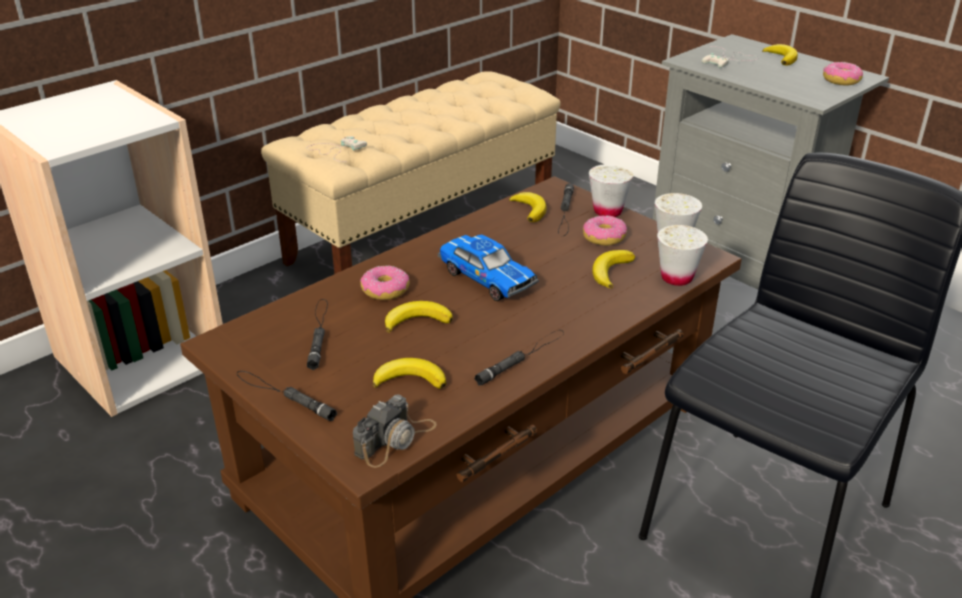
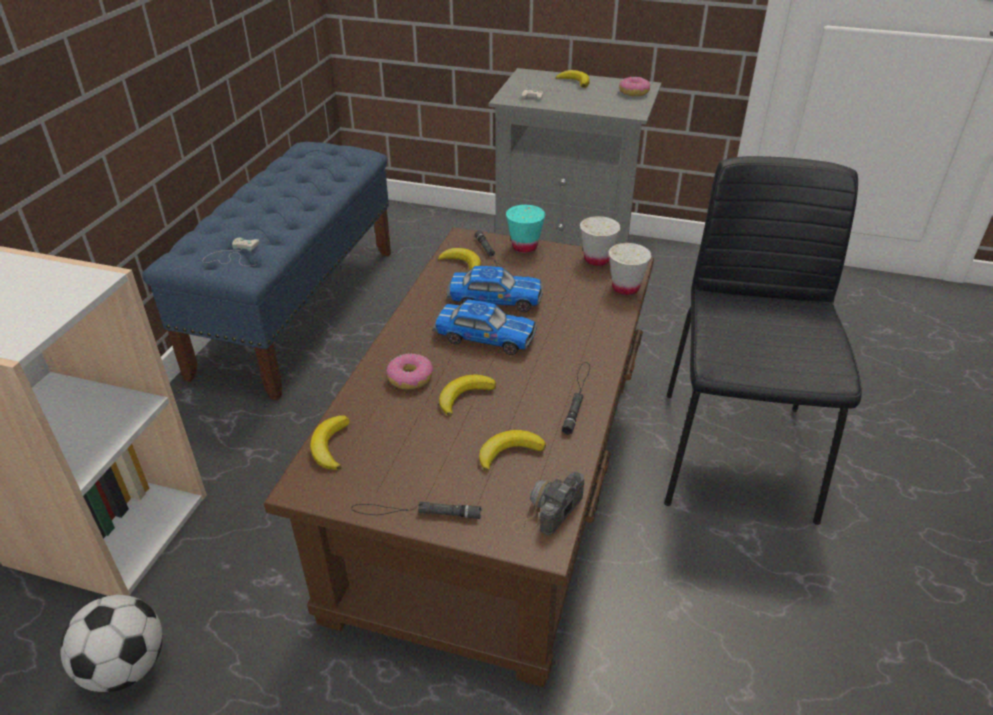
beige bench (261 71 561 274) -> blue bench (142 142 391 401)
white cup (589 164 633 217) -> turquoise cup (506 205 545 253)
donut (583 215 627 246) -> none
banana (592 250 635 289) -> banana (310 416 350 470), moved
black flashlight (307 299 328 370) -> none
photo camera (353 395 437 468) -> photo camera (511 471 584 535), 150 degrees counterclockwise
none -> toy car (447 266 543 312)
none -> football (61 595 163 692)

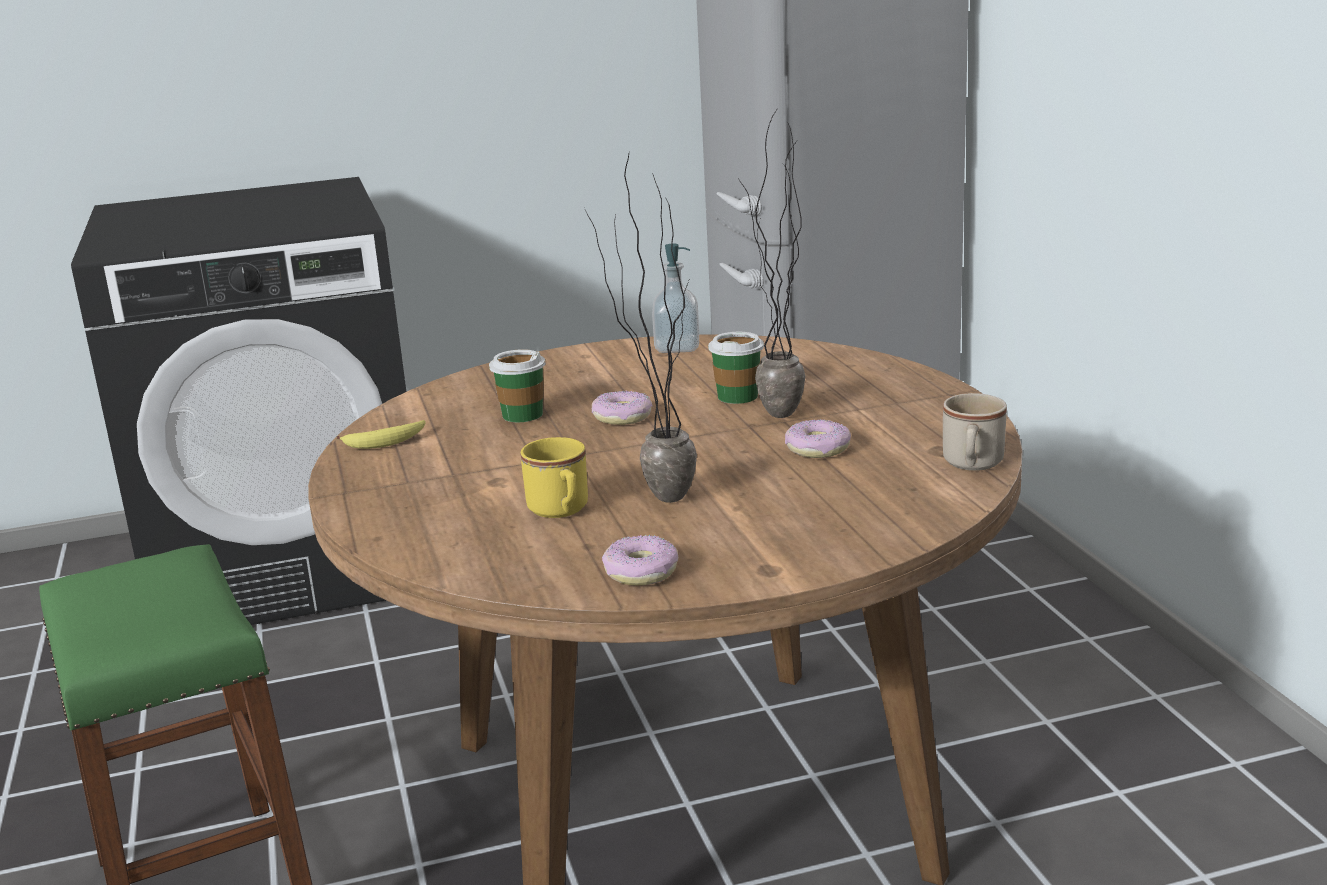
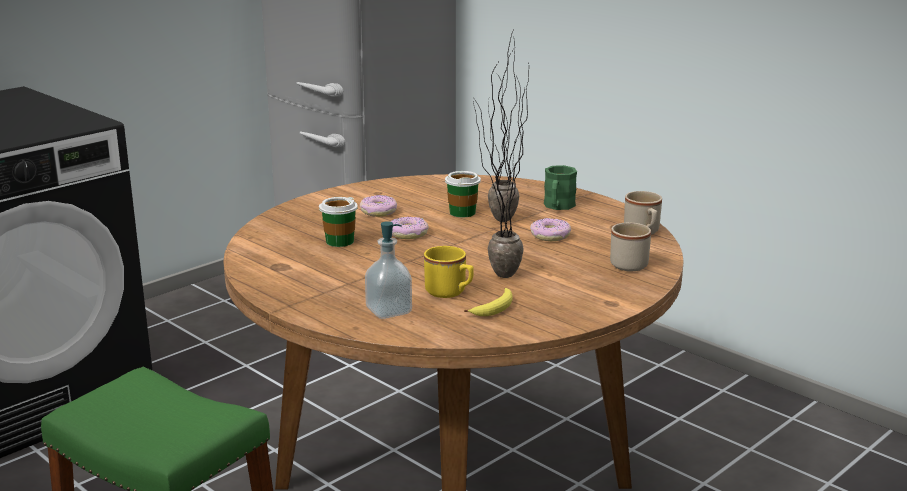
soap dispenser (652 244 699 353) -> soap dispenser (365 221 412 319), moved
banana (337 420 426 449) -> banana (464 288 513 316), moved
donut (602 535 678 586) -> donut (360 195 397 217), moved
none -> green mug (544 165 577 210)
none -> beige mug (610 223 651 271)

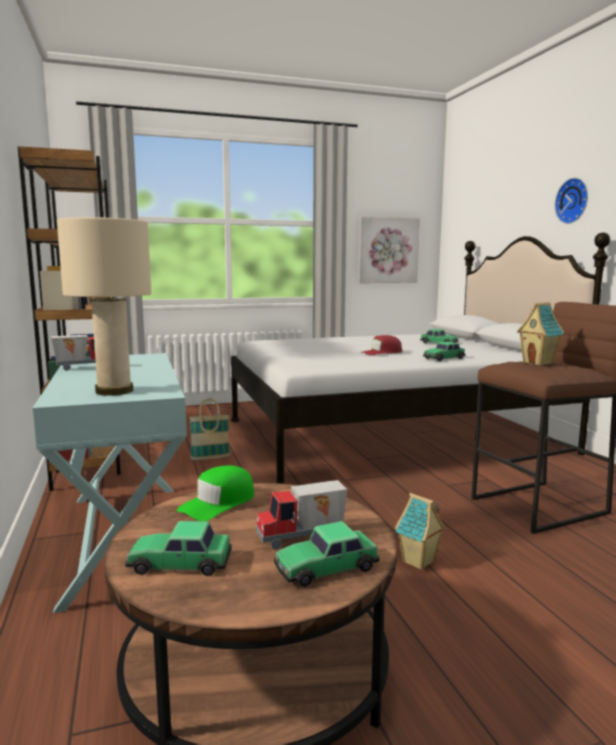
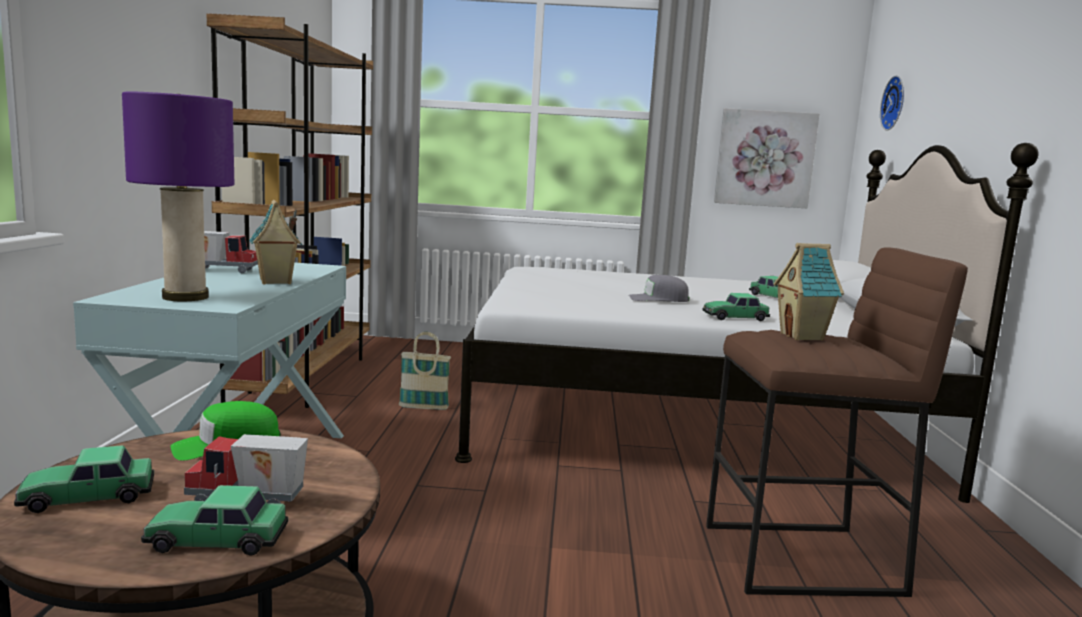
wall clock (555 178 588 224) -> wall clock (880 75 904 130), moved
beige table lamp (57 217 151 396) -> purple table lamp (122 92 234 301)
red cap (361 335 402 355) -> grey cap (629 275 689 302)
toy house (395 493 446 570) -> toy house (249 200 302 285), moved
toy car (125 521 232 576) -> toy car (14 445 154 513), 45 degrees counterclockwise

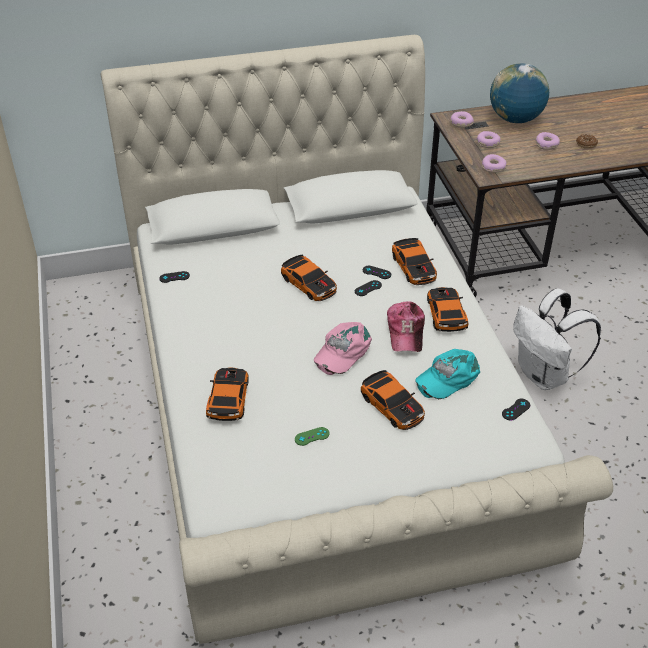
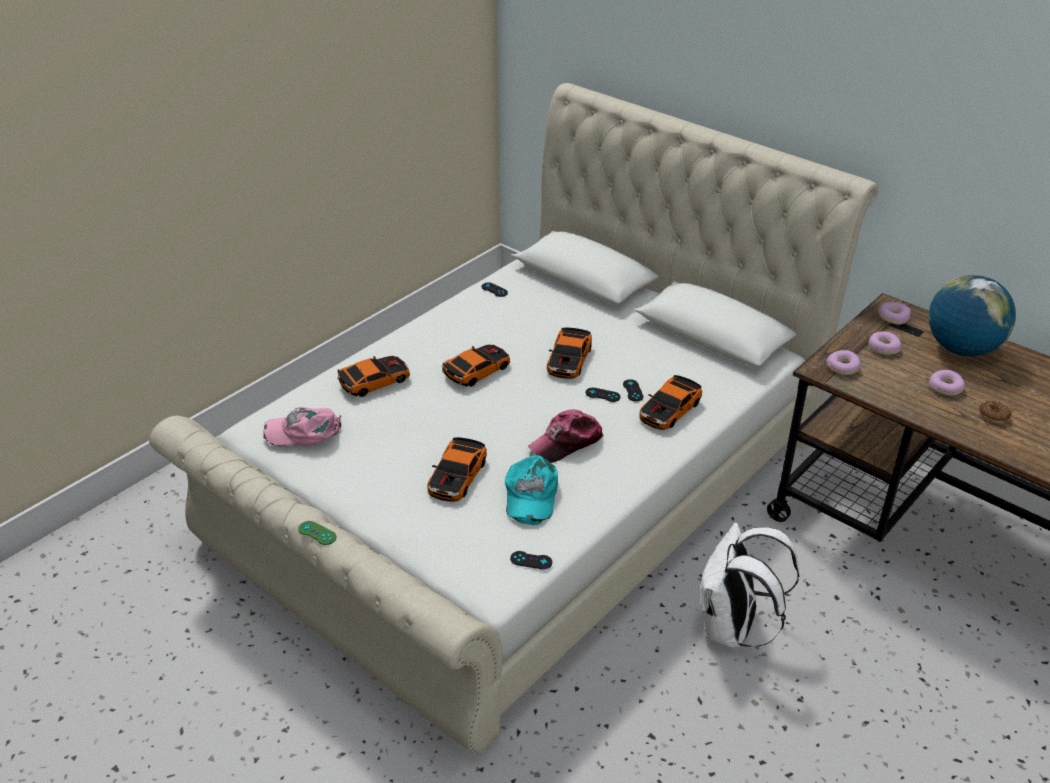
toy car (427 287 468 332) -> toy car (442 344 510 387), moved
pink cap (314 322 372 375) -> pink cap (263 407 342 446), moved
turquoise cap (415 349 480 399) -> turquoise cap (505 455 558 525), 105 degrees counterclockwise
green game controller (295 427 330 446) -> green game controller (298 521 336 545), moved

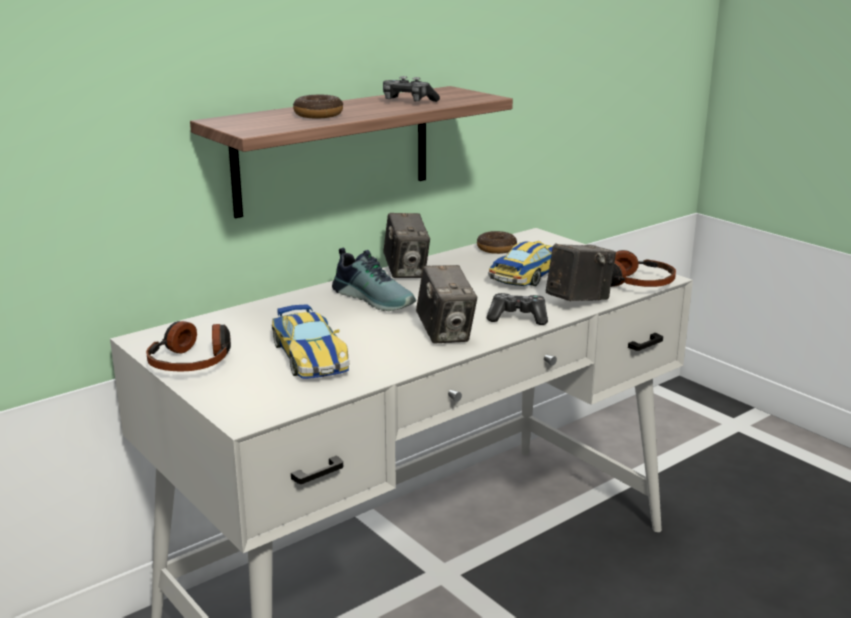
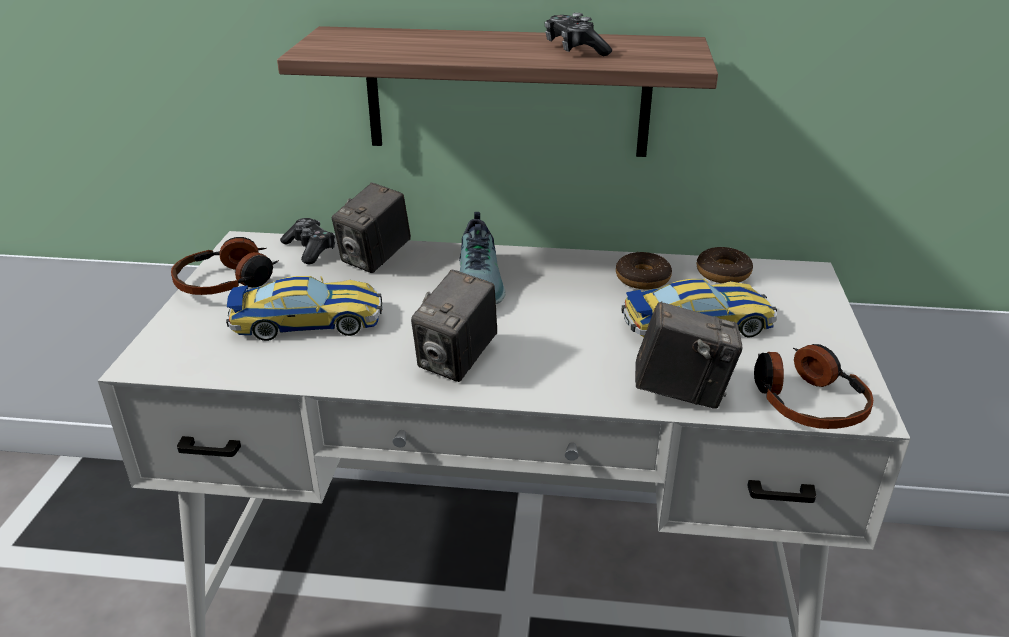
donut (293 94 343 118) -> donut (616 251 672 289), moved
photo camera (383 213 430 278) -> photo camera (332 183 411 273), moved
game controller (487 293 548 325) -> game controller (280 218 335 264), moved
toy car (271 304 349 379) -> toy car (226 276 383 341), 120 degrees counterclockwise

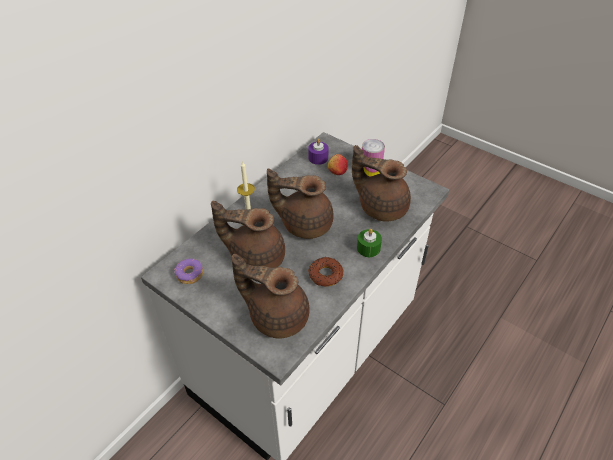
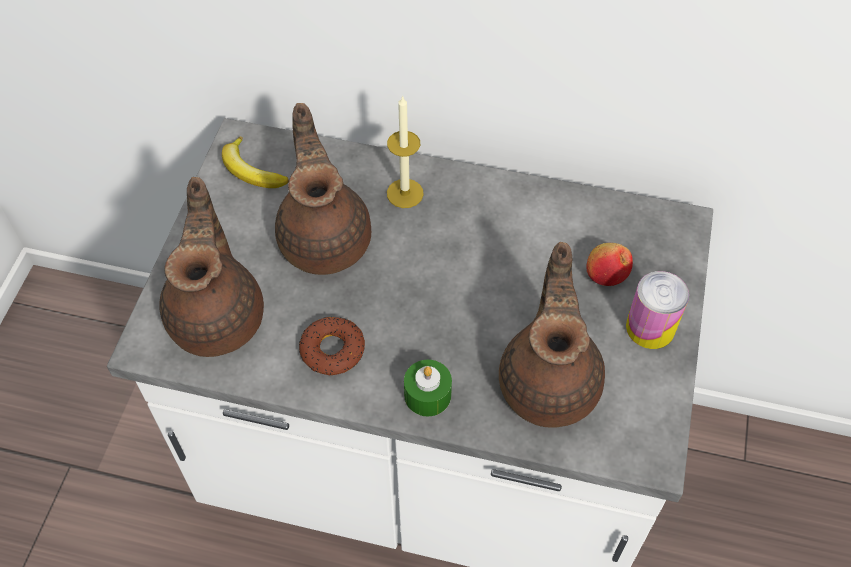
purple candle (308 139 329 165) -> none
brown teapot (267 169 334 239) -> none
donut (174 258 203 284) -> banana (222 137 289 188)

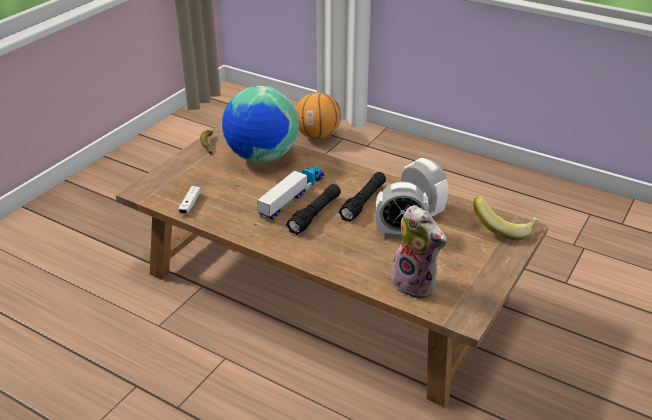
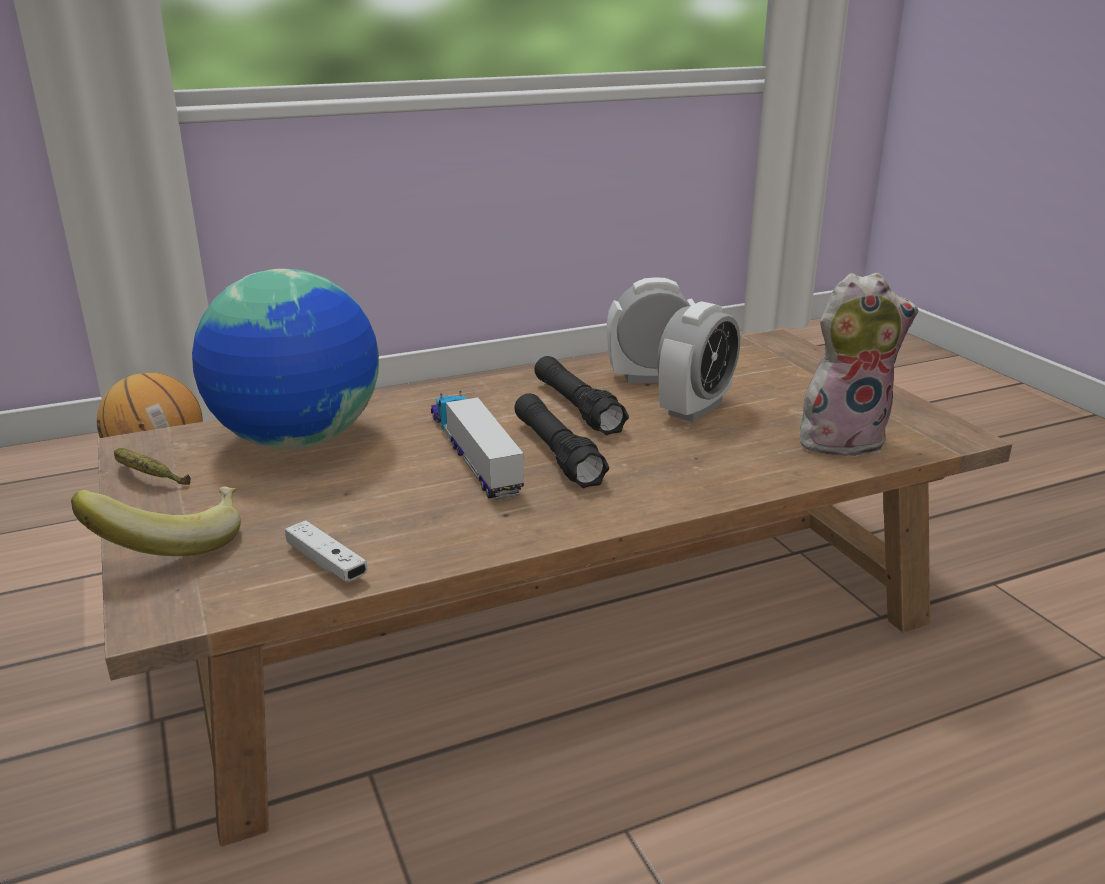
banana (473 196 539 240) -> banana (71 486 241 556), moved

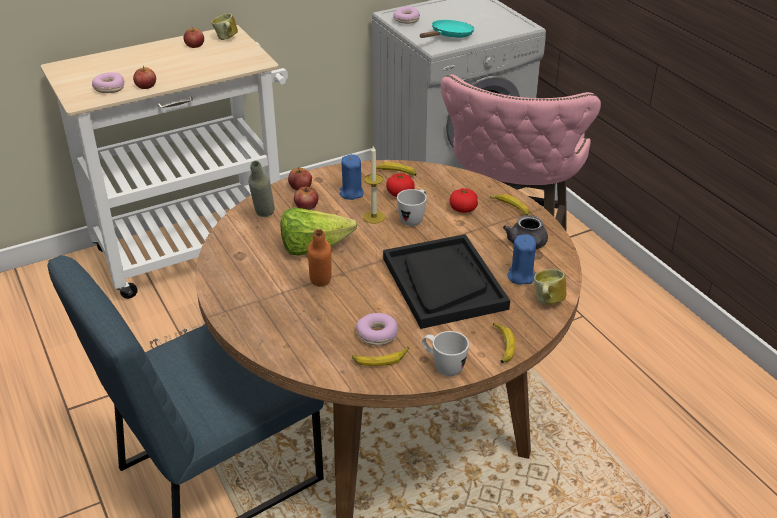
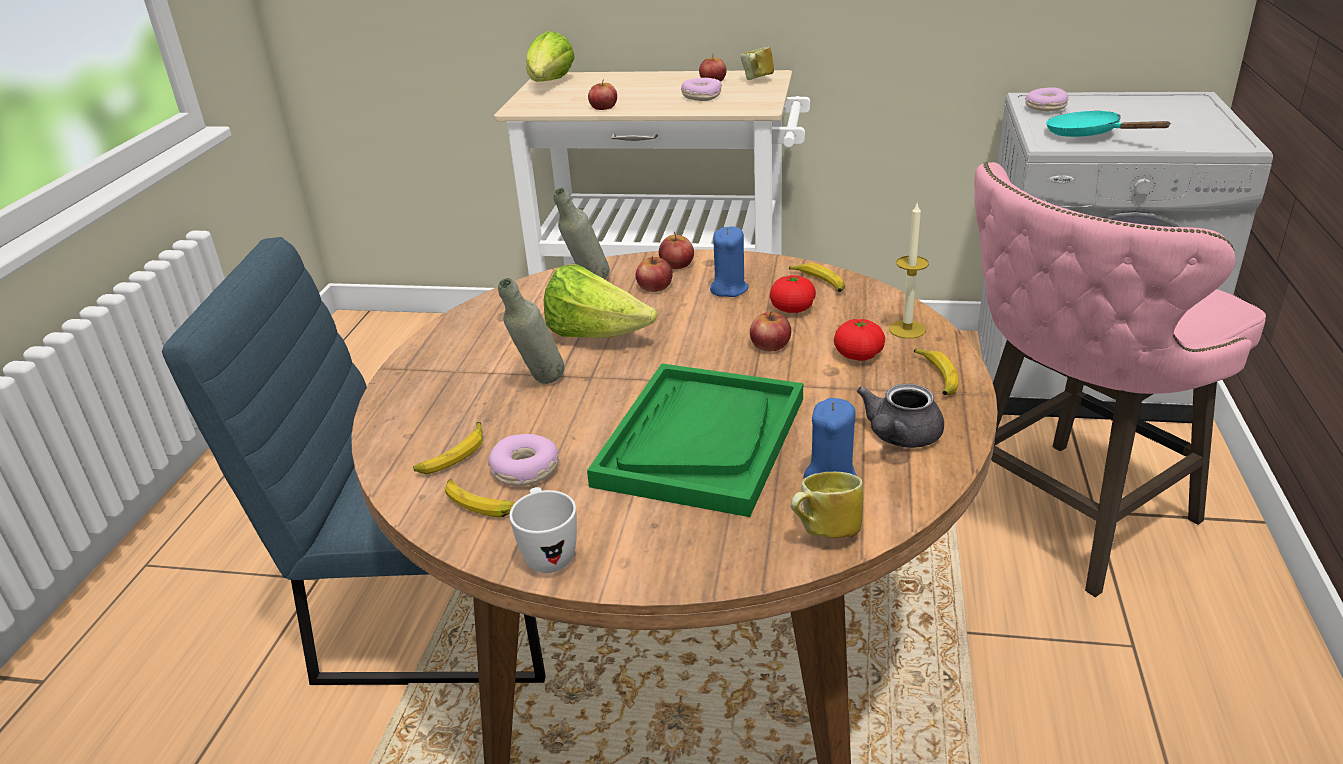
turquoise frying pan (420 20 474 38) -> turquoise frying pan (1046 111 1171 137), 120 degrees counterclockwise
donut (92 72 125 93) -> donut (681 78 722 101), moved
candle (363 146 385 224) -> candle (889 203 929 339), moved
white mug (397 189 427 226) -> apple (750 312 791 351)
orange bottle (308 229 331 287) -> grey bottle (498 278 565 384)
black tray (383 234 510 329) -> green tray (587 363 803 517)
banana (493 323 515 363) -> banana (413 422 482 475), moved
none -> lettuce (526 31 575 82)

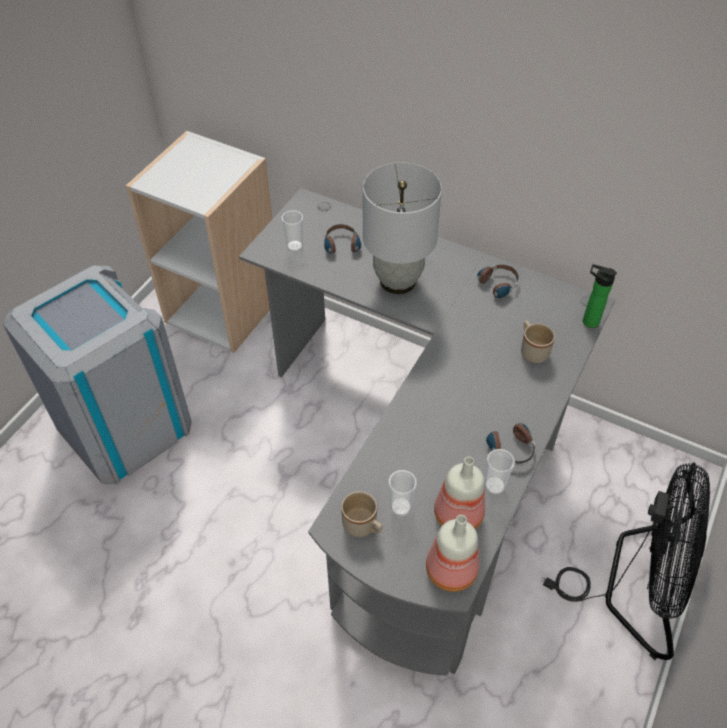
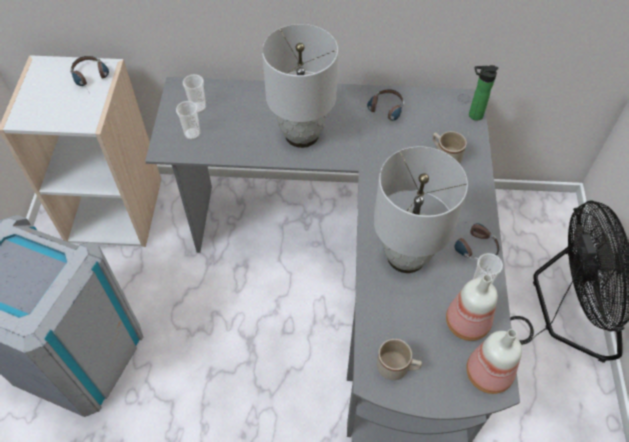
headphones (324 224 361 256) -> headphones (70 56 109 86), moved
cup (388 470 417 516) -> cup (183 74 206 113), moved
none -> white table lamp (374 146 468 273)

